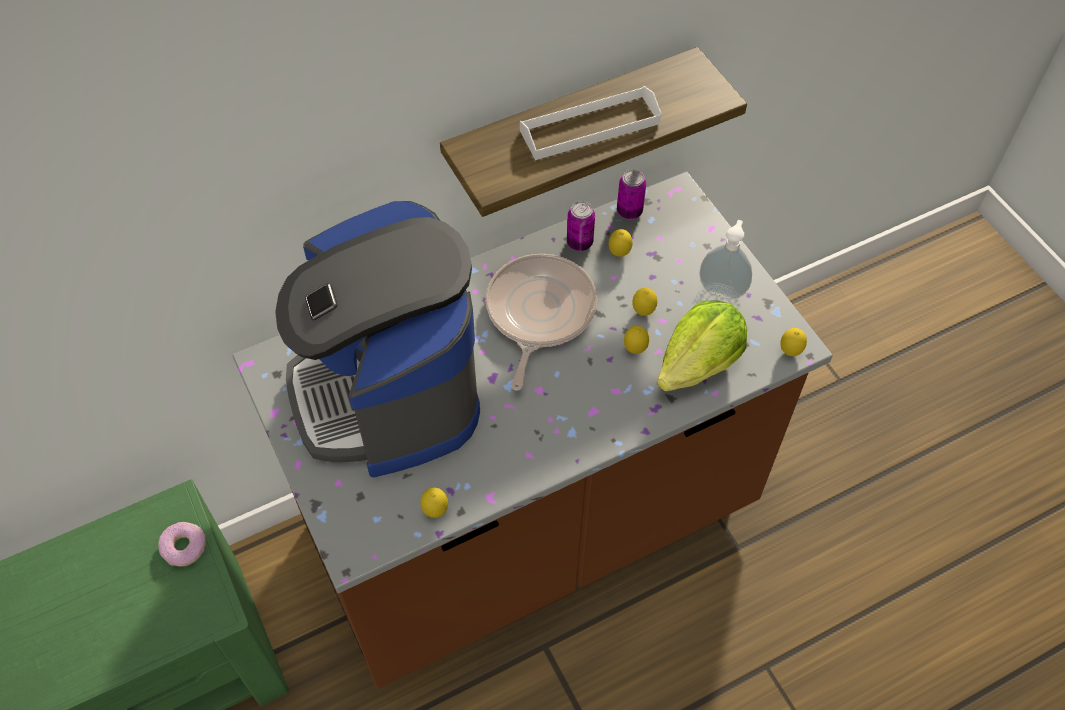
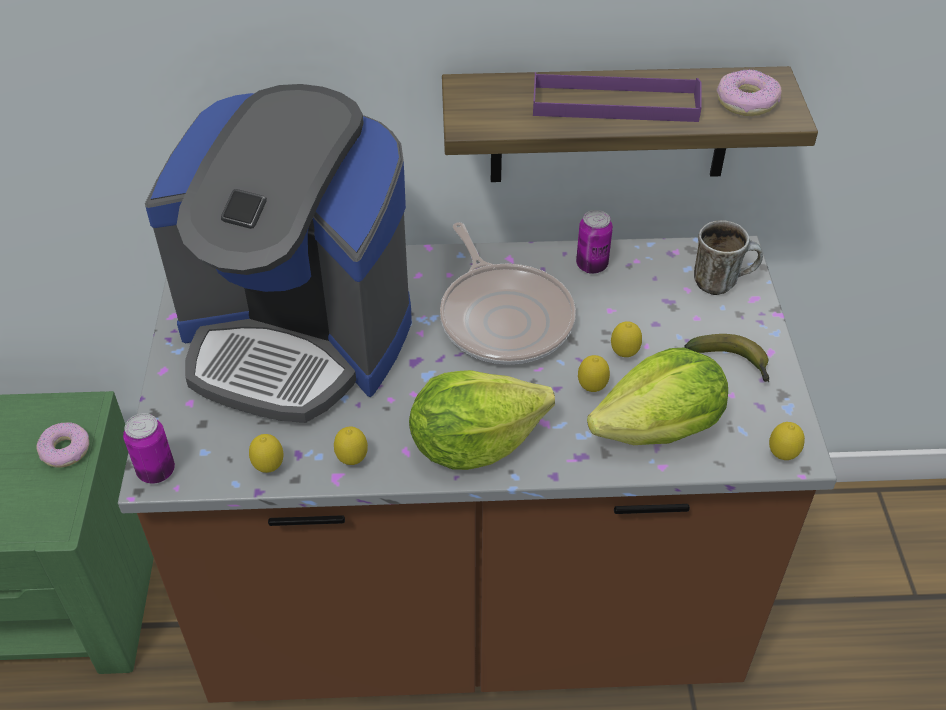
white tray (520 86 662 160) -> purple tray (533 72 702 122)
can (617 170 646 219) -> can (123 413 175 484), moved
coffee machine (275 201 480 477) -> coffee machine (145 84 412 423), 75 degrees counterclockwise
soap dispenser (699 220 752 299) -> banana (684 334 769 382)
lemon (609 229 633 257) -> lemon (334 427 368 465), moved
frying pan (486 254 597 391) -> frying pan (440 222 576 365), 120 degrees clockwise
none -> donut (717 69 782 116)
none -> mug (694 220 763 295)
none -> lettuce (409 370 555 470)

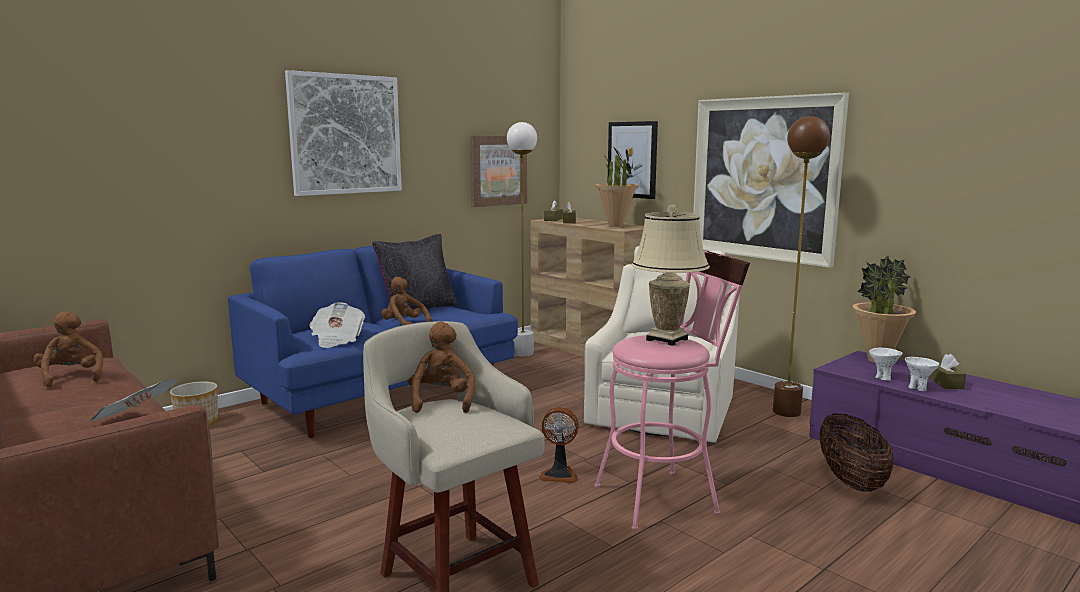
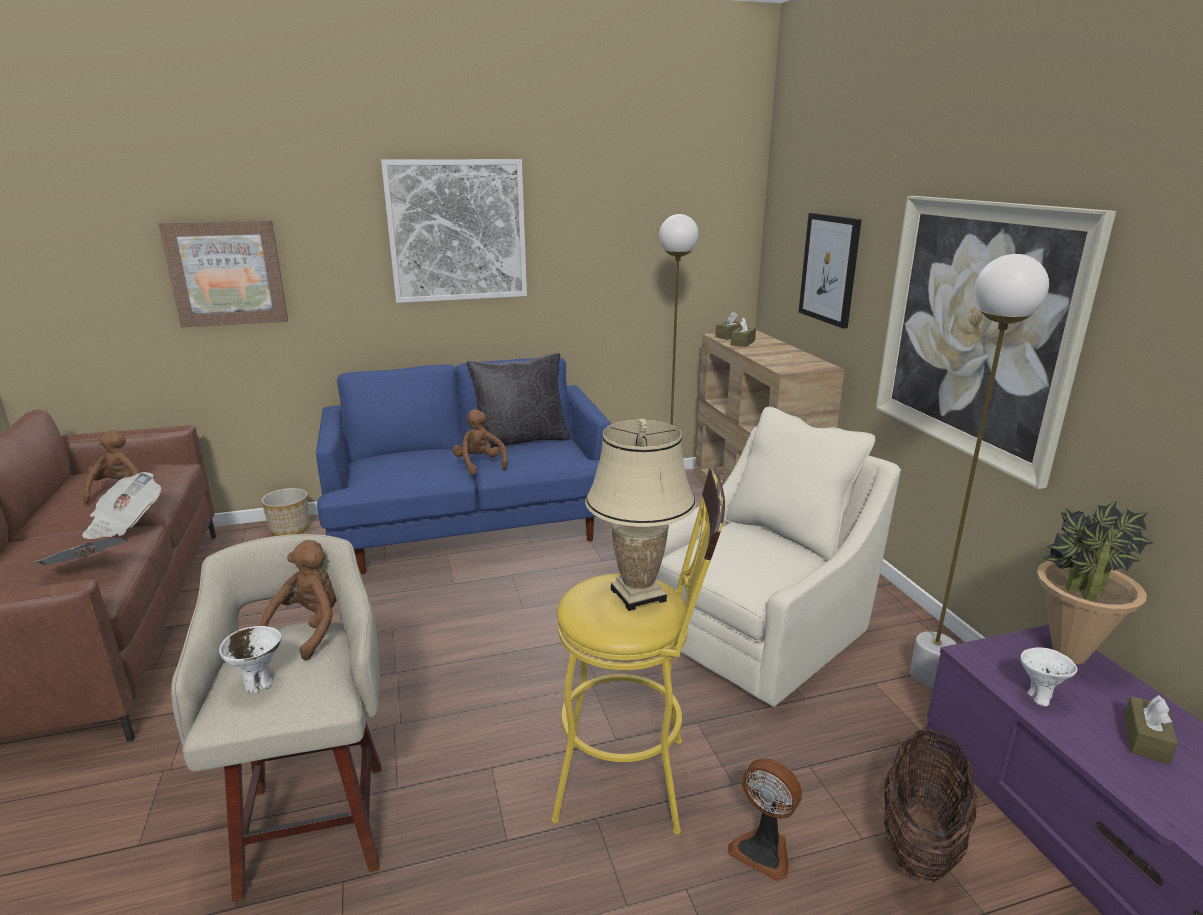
brown floor lamp (773 116 830 417) -> white floor lamp (910 254 1049 688)
picture (470 136 527 207) -> picture (159 220 288 328), moved
potted plant (595 146 639 227) -> none
pink stool (595 250 750 531) -> yellow stool (551 467 725 835)
newspaper (309 302 365 348) -> newspaper (82 472 161 539), moved
white bowl (905 357 940 391) -> white bowl (219 626 281 693), moved
fan (538 407 579 483) -> fan (728 759 802 882), moved

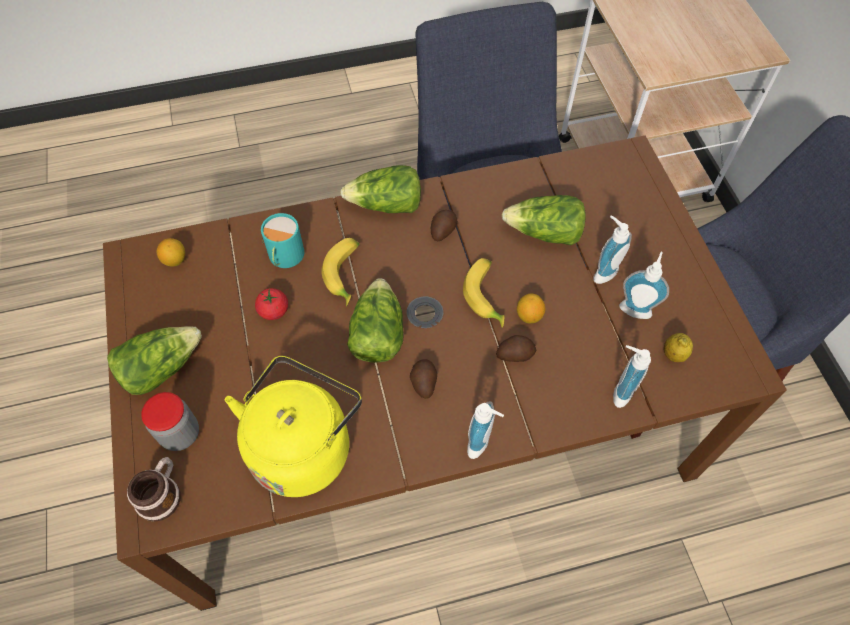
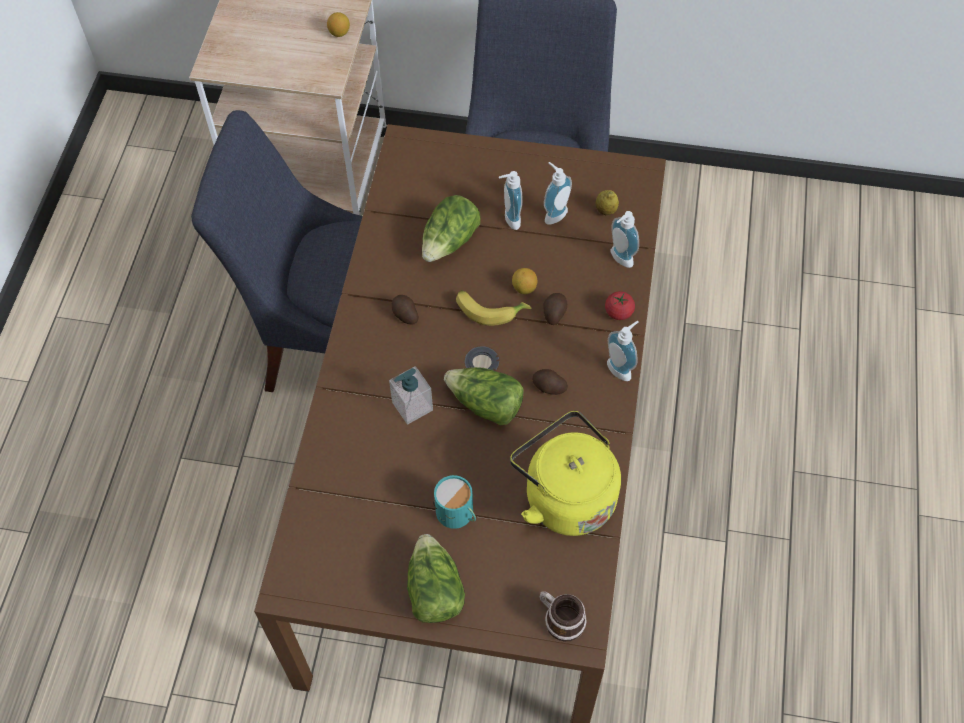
lettuce (340 165 421 213) -> none
turquoise mug (261 213 304 268) -> turquoise mug (433 475 476 529), moved
lemon (157 238 185 267) -> lemon (327 12 350 37), moved
banana (321 238 360 306) -> soap dispenser (389 366 433 424)
tomato (255 288 288 320) -> tomato (605 291 635 320), moved
jar (141 392 199 451) -> none

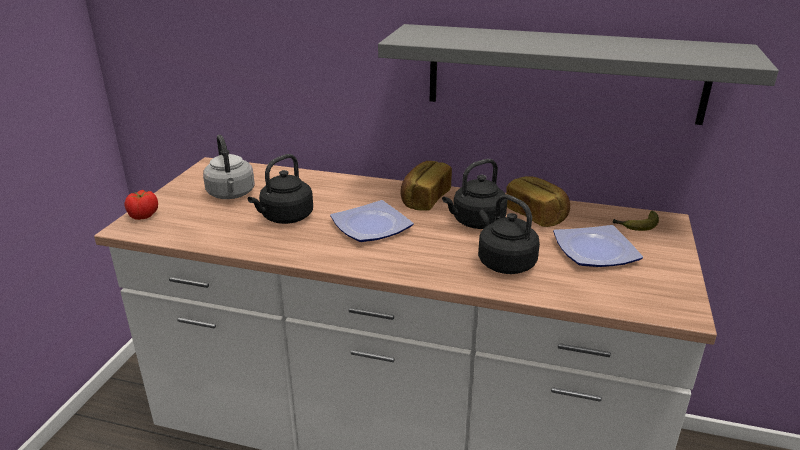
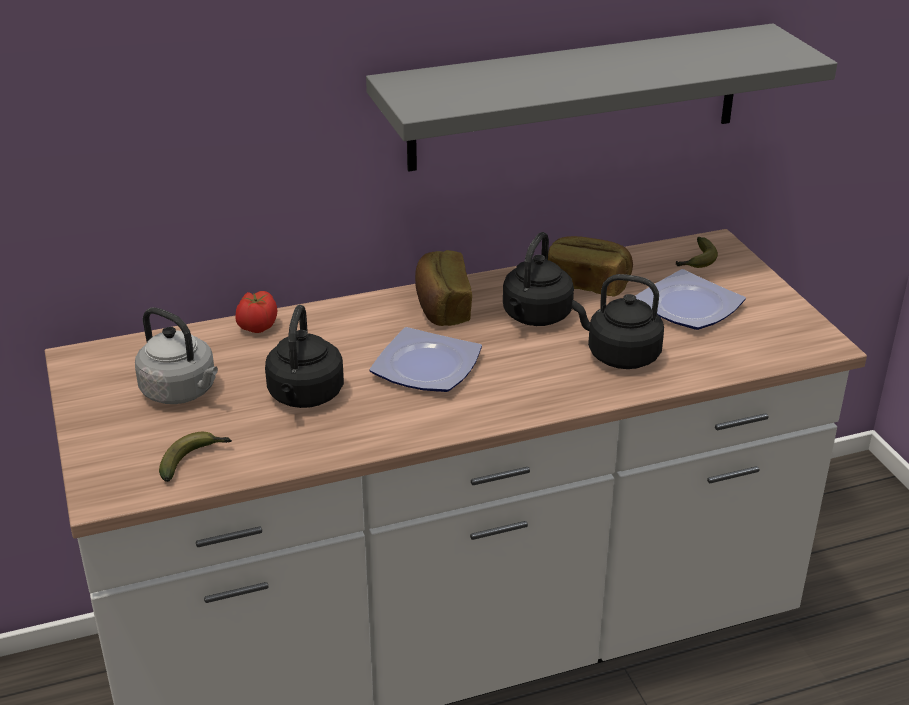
tomato (125 190 158 220) -> tomato (235 291 277 333), moved
none -> banana (159 432 232 482)

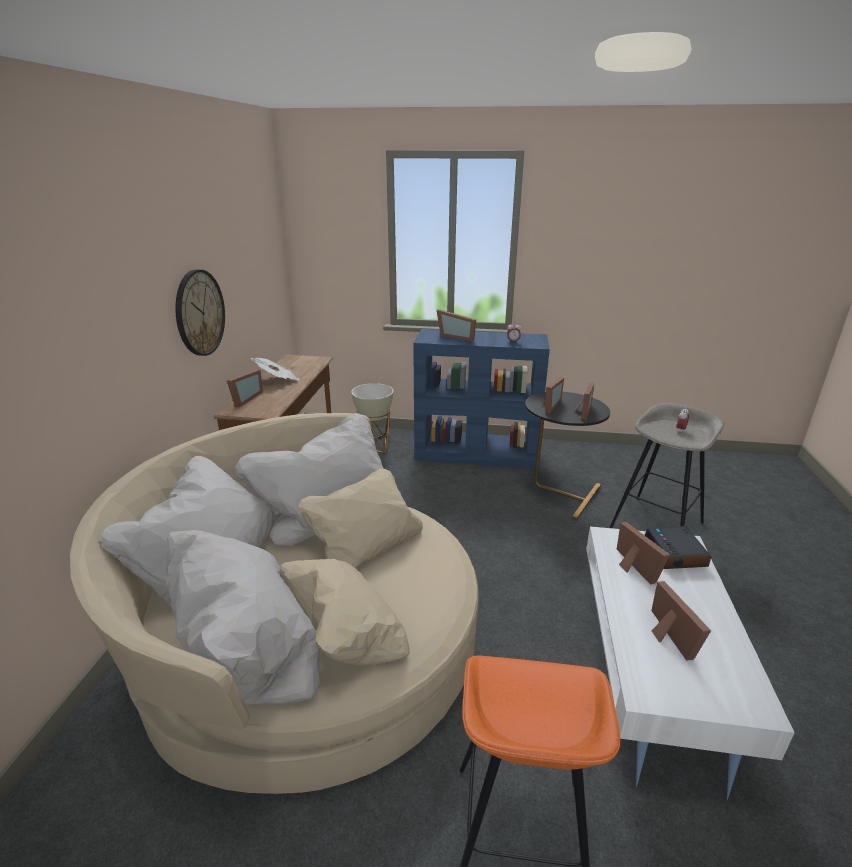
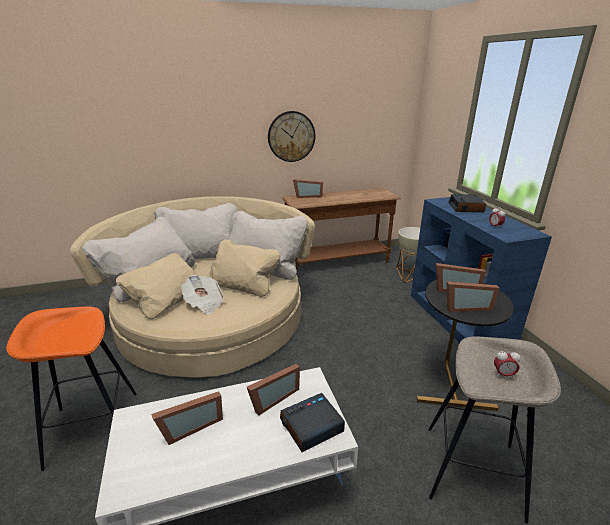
picture frame (437 309 476 341) -> alarm clock (449 194 486 212)
newspaper (250 358 300 381) -> newspaper (181 275 225 314), moved

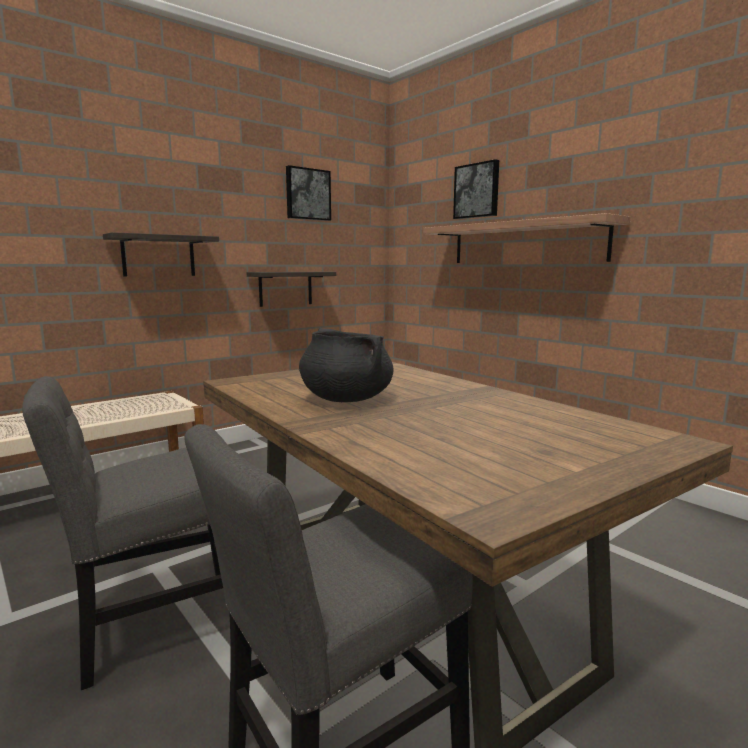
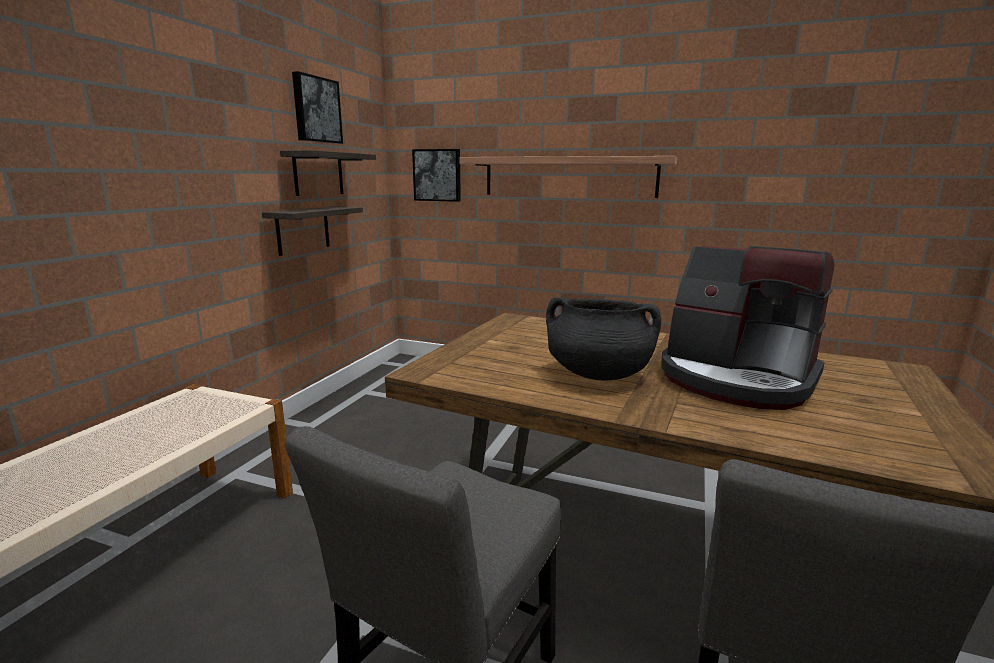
picture (453 159 499 219) -> picture (412 149 461 202), moved
shelf (103 232 219 277) -> shelf (280 150 376 196), moved
none -> coffee machine (661 246 835 410)

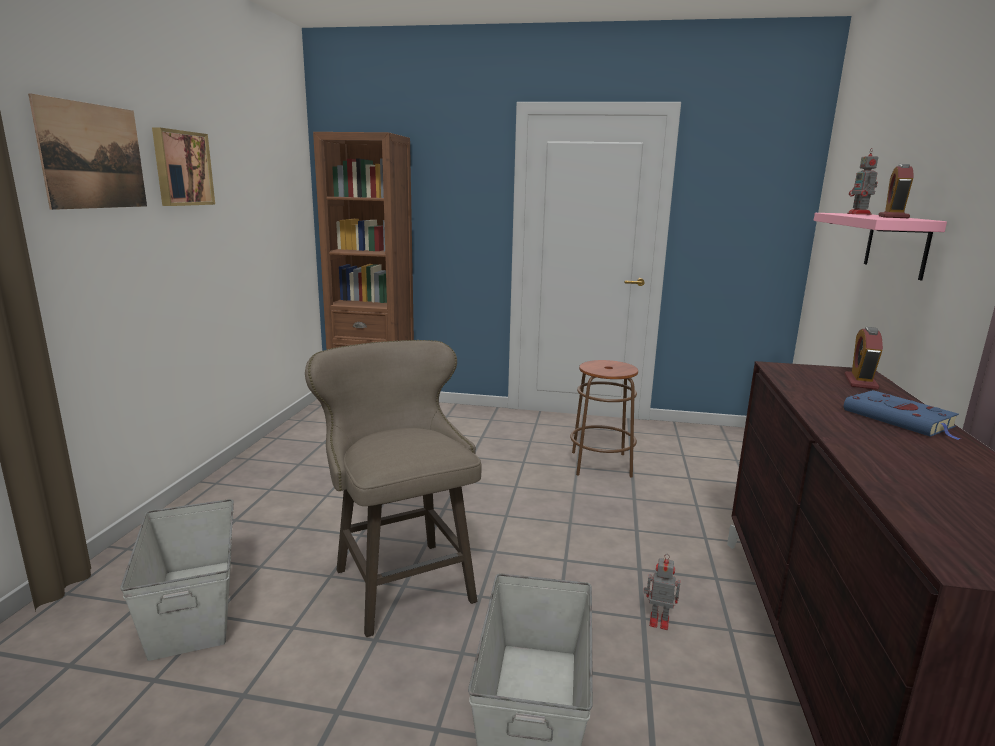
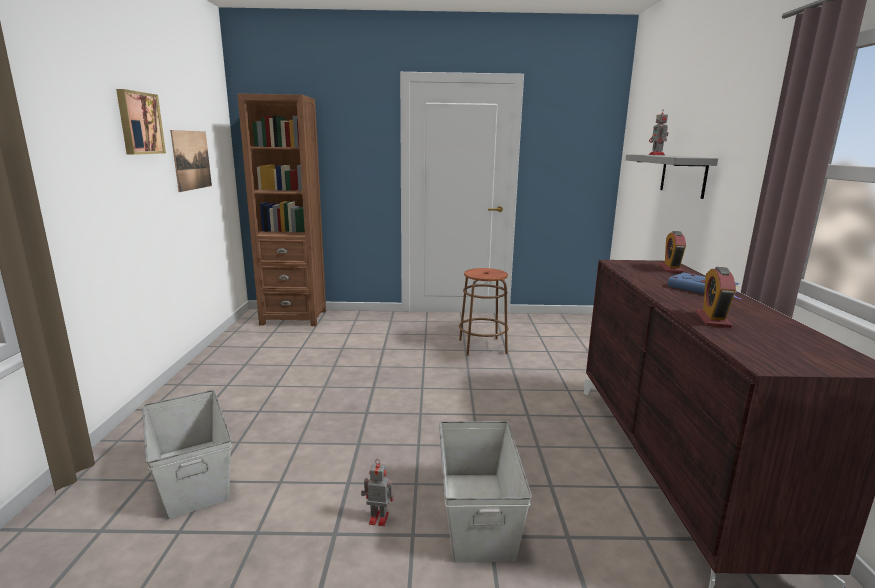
picture (28 93 147 210) -> picture (170 130 212 192), moved
alarm clock (879 164 913 218) -> alarm clock (696 267 736 328), moved
pink shelf (814 213 947 280) -> grey shelf (626 154 718 199)
beige stool (305 340 482 637) -> none
toy robot (643 555 680 630) -> toy robot (361 459 394 526), moved

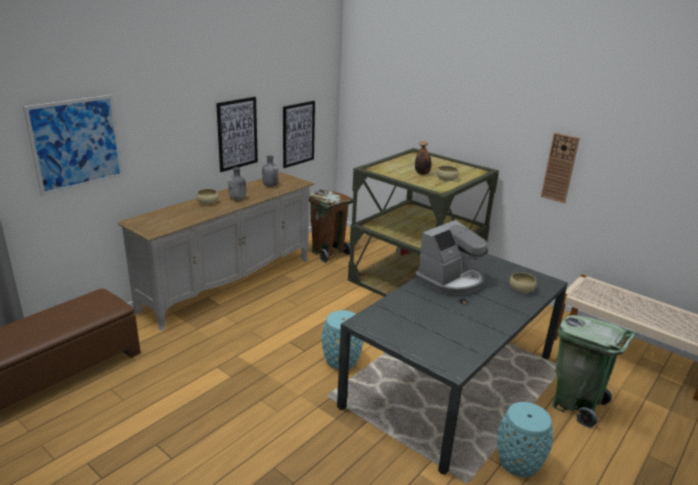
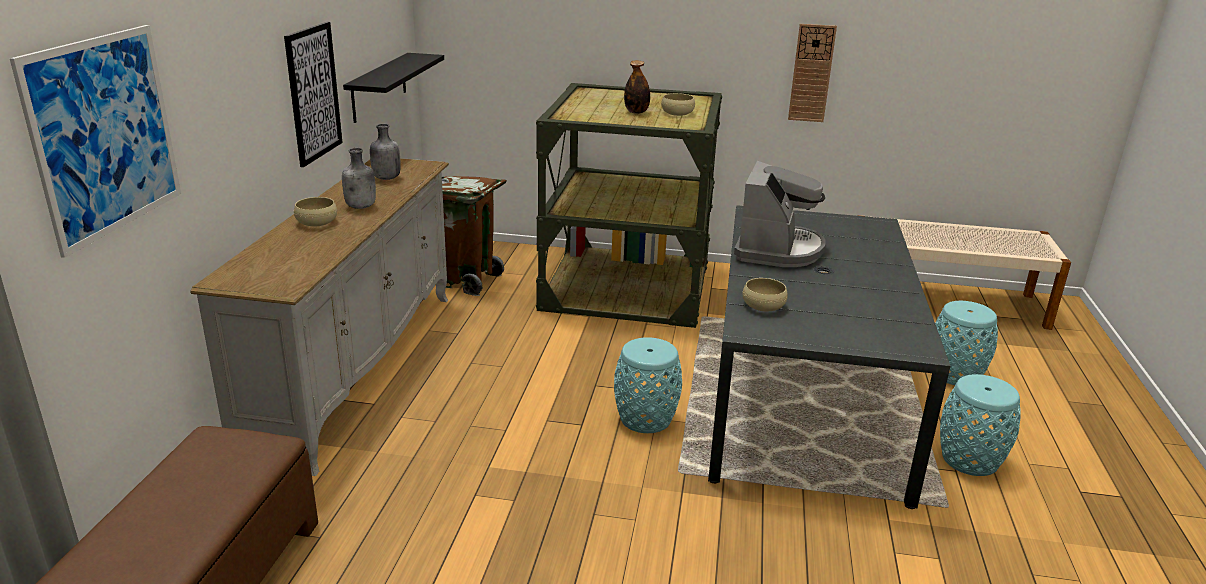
picture (283 101 315 168) -> black shelf (343 53 444 123)
beige bowl (509 272 537 293) -> beige bowl (743 278 788 311), moved
green trash can (553 315 637 429) -> turquoise stool (935 301 998 385)

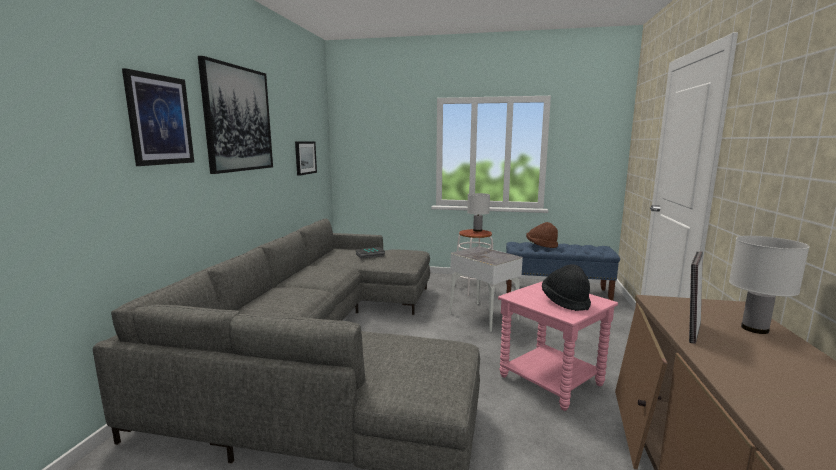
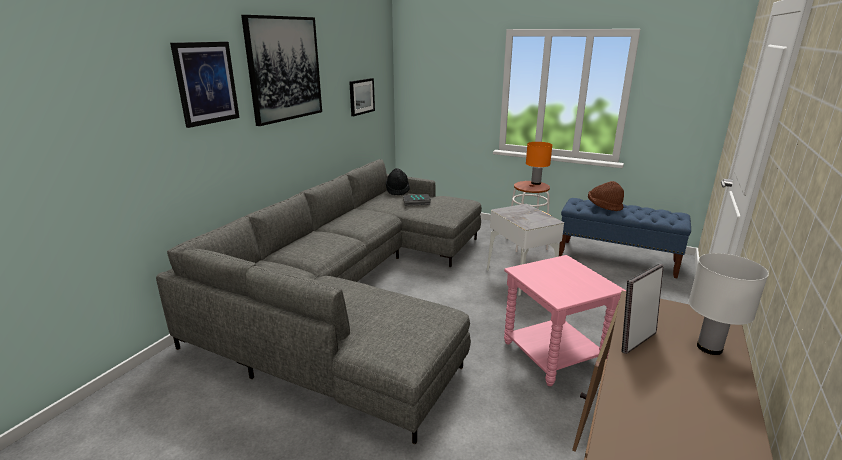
white table lamp (467 193 490 232) -> orange table lamp (526 142 552 185)
black hat (542 264 591 311) -> black hat (386 168 410 195), moved

